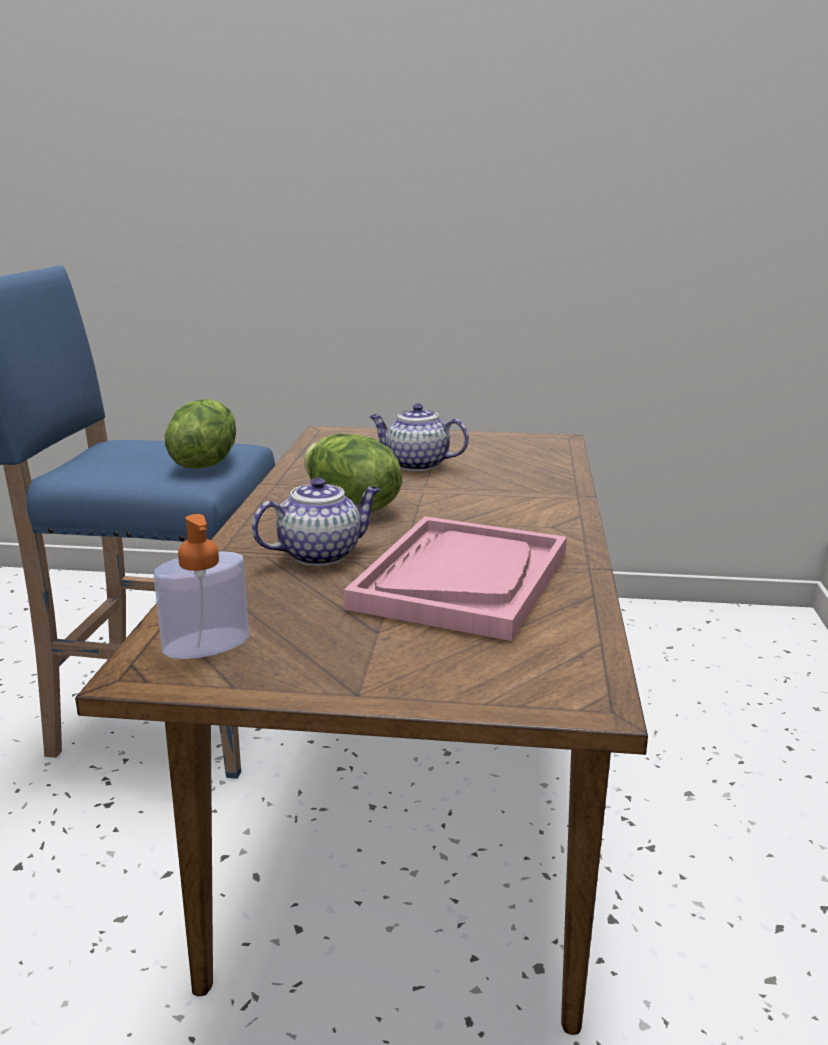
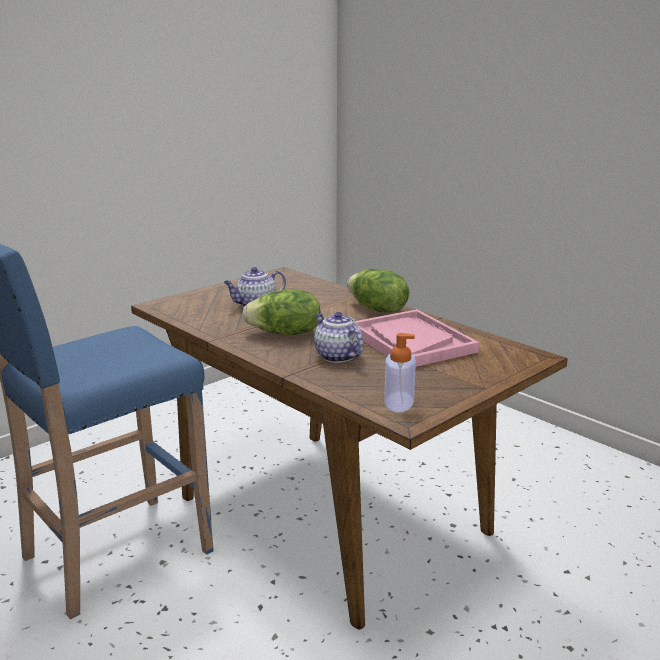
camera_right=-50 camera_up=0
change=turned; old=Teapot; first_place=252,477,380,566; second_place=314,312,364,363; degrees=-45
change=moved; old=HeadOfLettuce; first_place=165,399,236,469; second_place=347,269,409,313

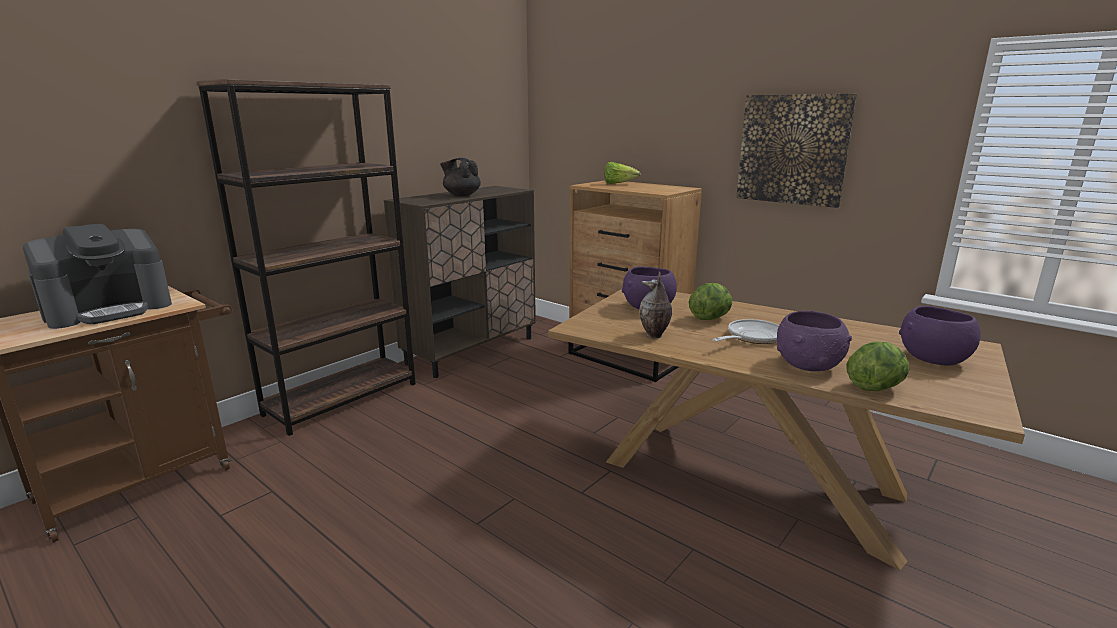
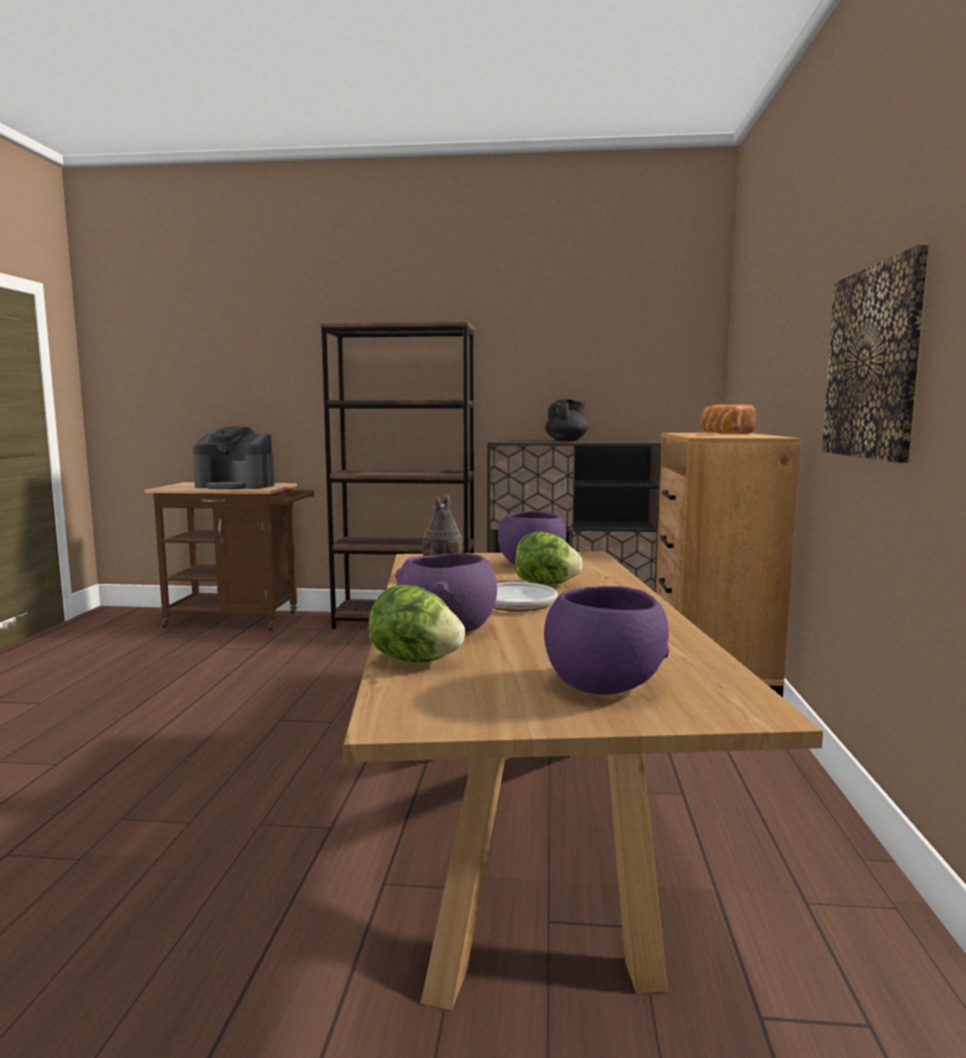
camera_right=55 camera_up=-10
change=turned; old=BlackTeapot; first_place=440,158,481,196; second_place=545,399,589,441; degrees=45
change=replaced; old=HeadOfLettuce; new=Bread; first_place=605,162,641,184; second_place=700,404,756,434

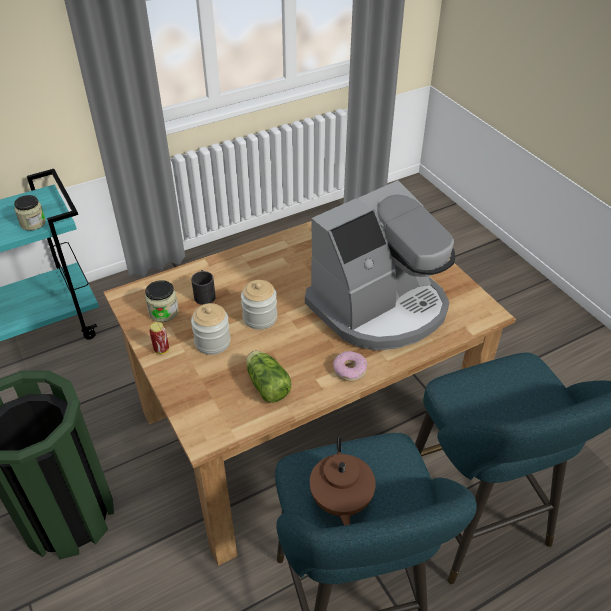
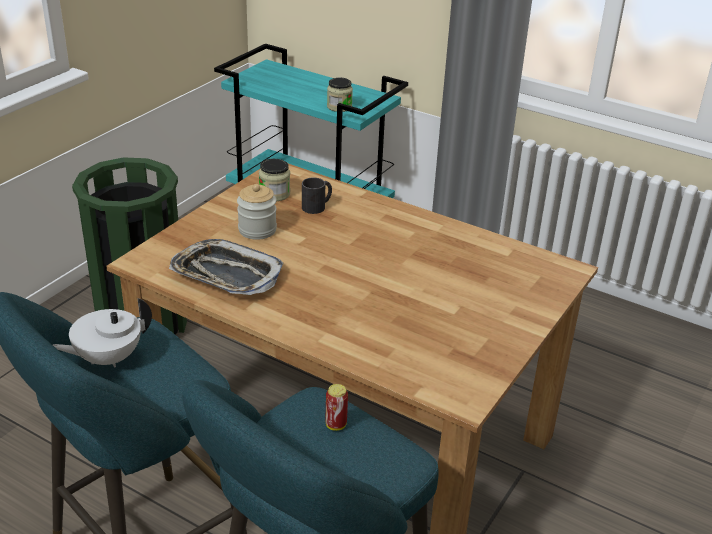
camera_right=60 camera_up=-10
change=recoloured; old=BrownColouredTeapot; new=WhiteTeapot; first_place=310,437,376,526; second_place=53,298,152,368
change=replaced; old=HeadOfLettuce; new=ServingTray; first_place=246,351,291,403; second_place=169,239,284,295
change=moved; old=MetalCan; first_place=149,322,169,354; second_place=326,384,348,431
change=removed; old=StorageJar; first_place=241,280,277,330
change=removed; old=CoffeeMaker; first_place=305,180,455,351
change=removed; old=Doughnut; first_place=333,351,367,382

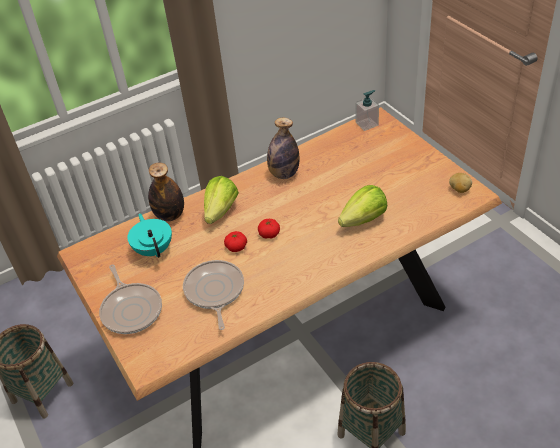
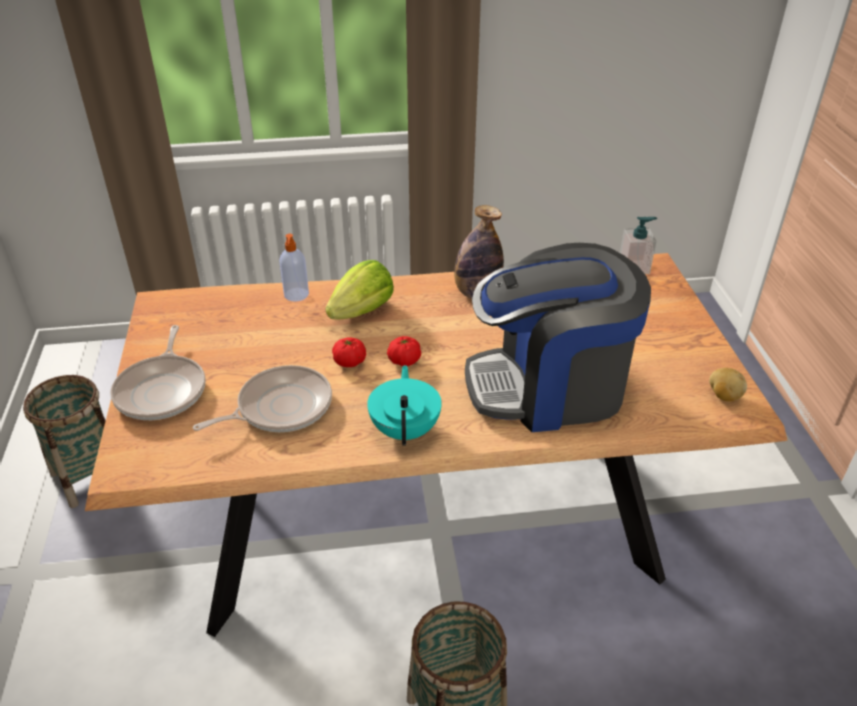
camera_right=20 camera_up=-5
change=turned; old=Pan; first_place=183,260,244,330; second_place=193,365,332,432; degrees=45
change=replaced; old=BeverageBottle; new=SoapDispenser; first_place=148,163,184,221; second_place=279,234,309,302
change=moved; old=TurquoiseTeapot; first_place=127,213,172,258; second_place=367,365,442,446
change=replaced; old=HeadOfLettuce; new=CoffeeMaker; first_place=338,185,387,227; second_place=465,243,651,432

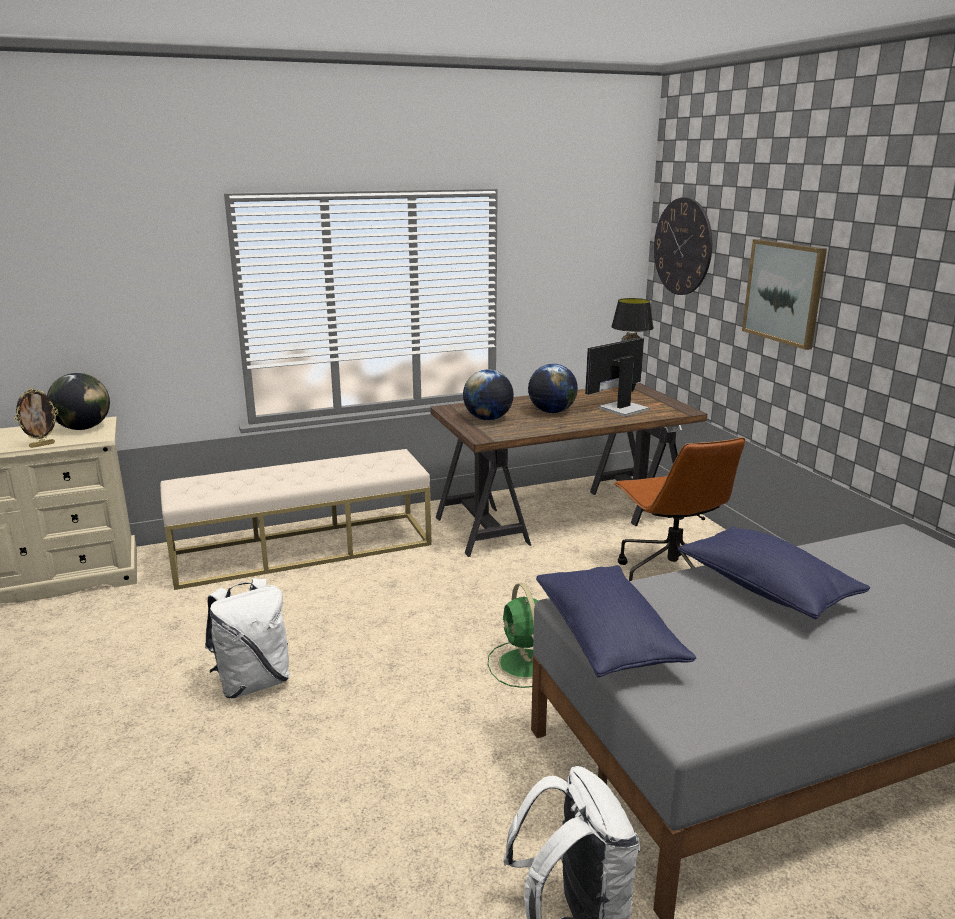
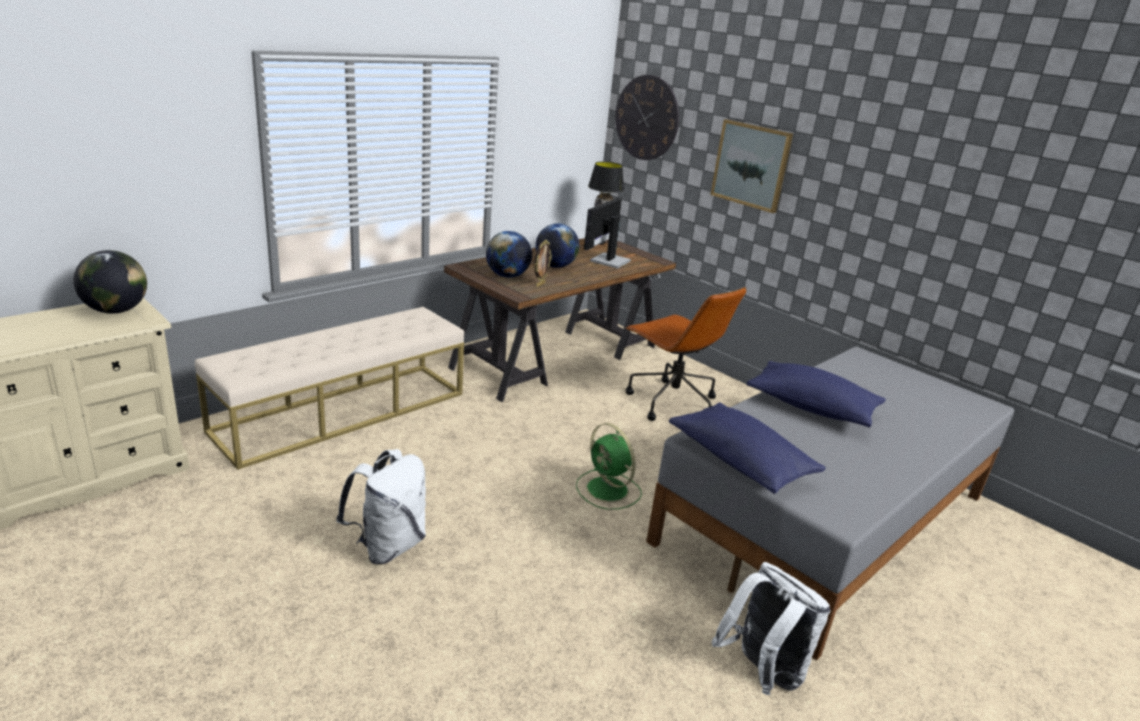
camera_right=-25 camera_up=5
change=moved; old=StandingFrame; first_place=14,388,58,448; second_place=534,240,552,287

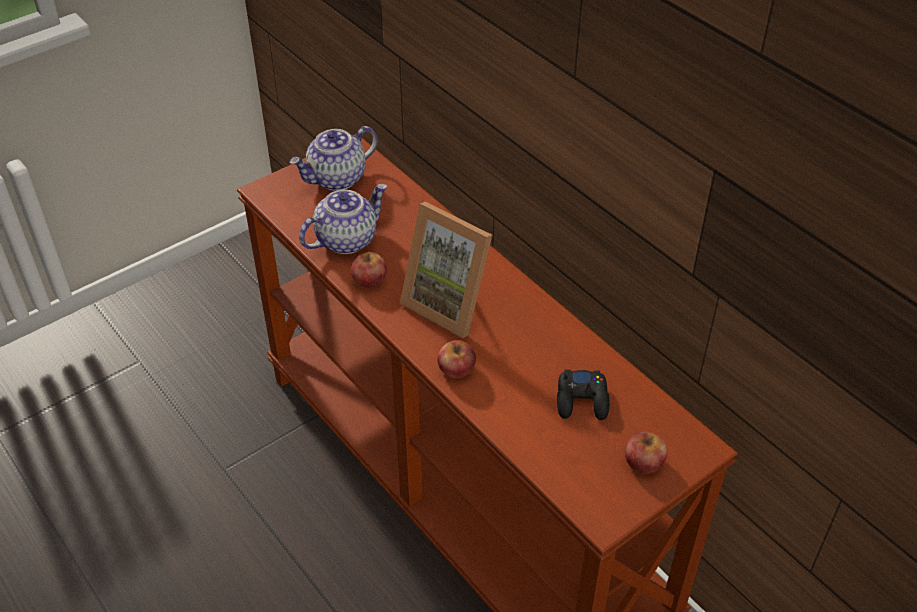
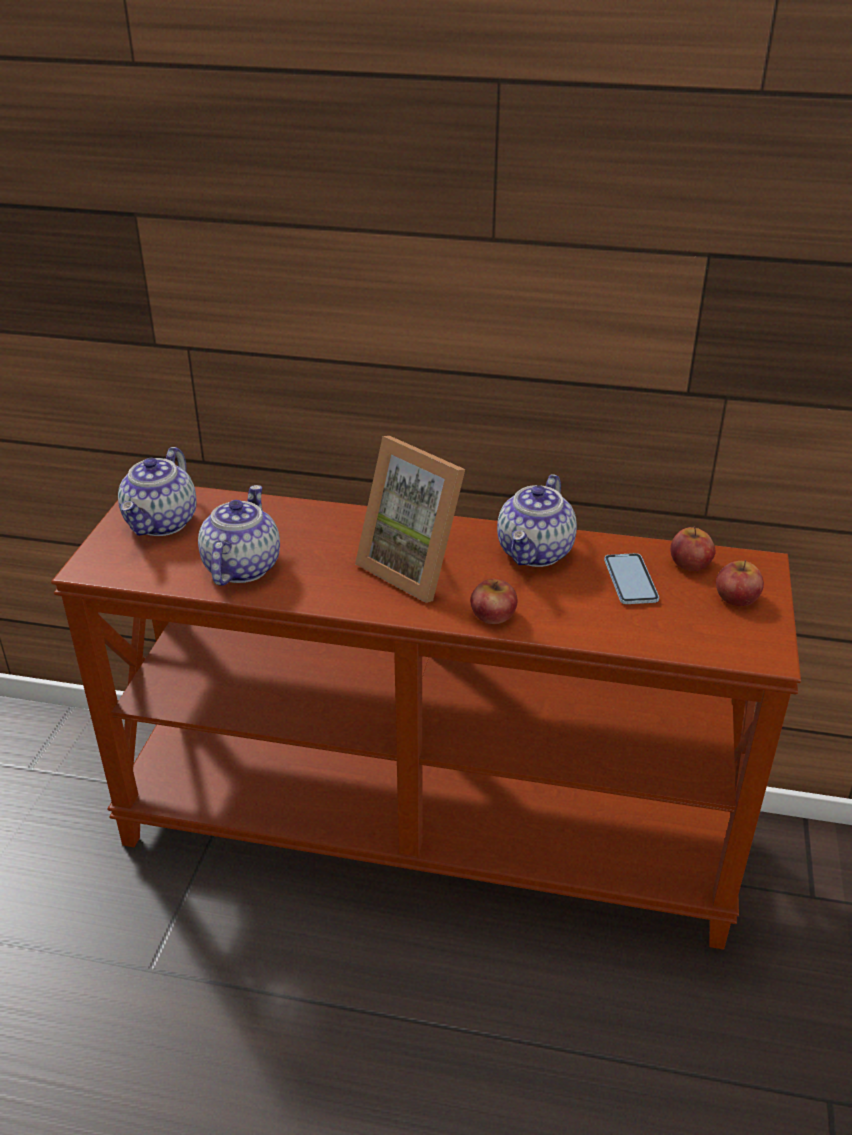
camera_right=-40 camera_up=-10
change=turned; old=StandingFrame; first_place=400,202,492,338; second_place=355,436,465,603; degrees=45
change=added; new=Teapot; second_place=497,474,577,567
change=replaced; old=BlackGameController; new=Handset; first_place=557,369,609,420; second_place=604,553,659,604
change=moved; old=WholeApple; first_place=351,252,387,288; second_place=670,526,716,571

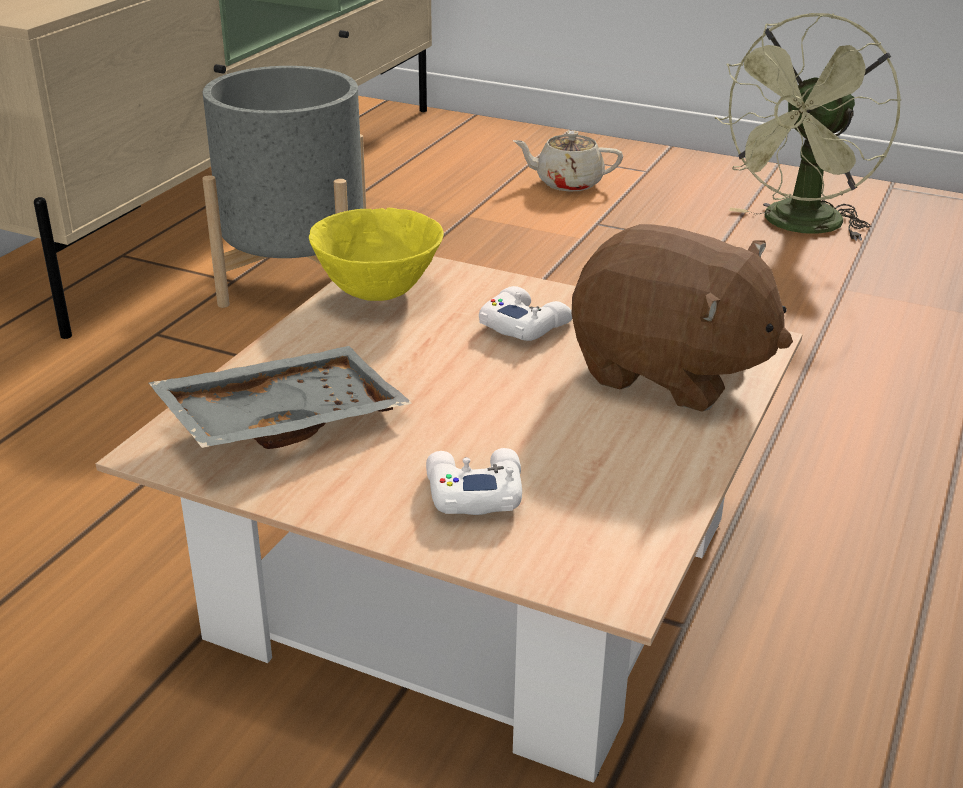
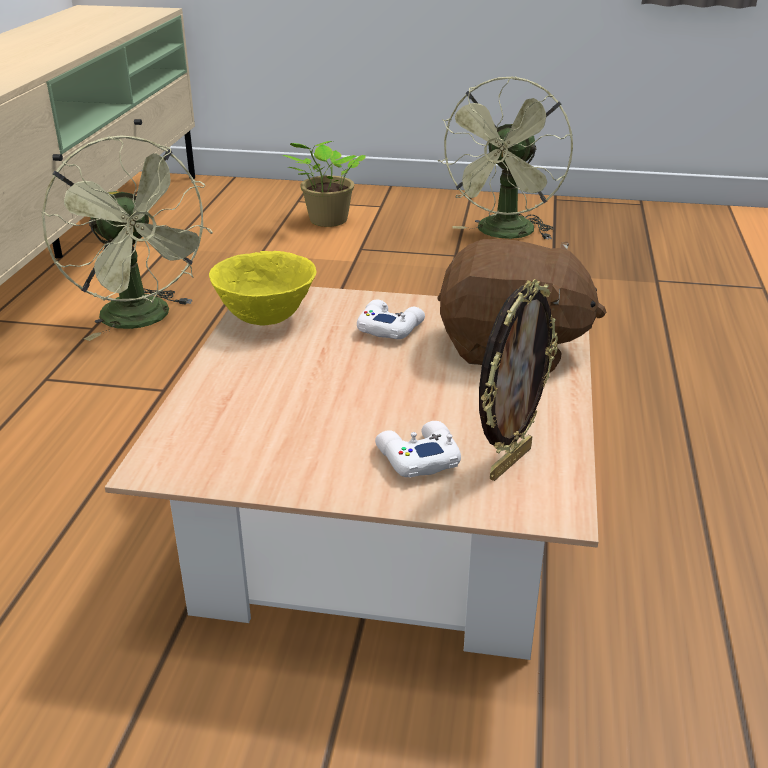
camera_right=-15 camera_up=0
change=replaced; old=GrayFlowerPot; new=GreenColouredCoolingFan; first_place=202,66,366,308; second_place=41,135,213,341
change=replaced; old=SandColouredTeapot; new=PlantInAPot; first_place=513,131,623,191; second_place=282,141,366,227
change=added; new=StandingFrame; second_place=479,279,558,481
change=removed; old=GrayServingTray; first_place=149,346,413,449

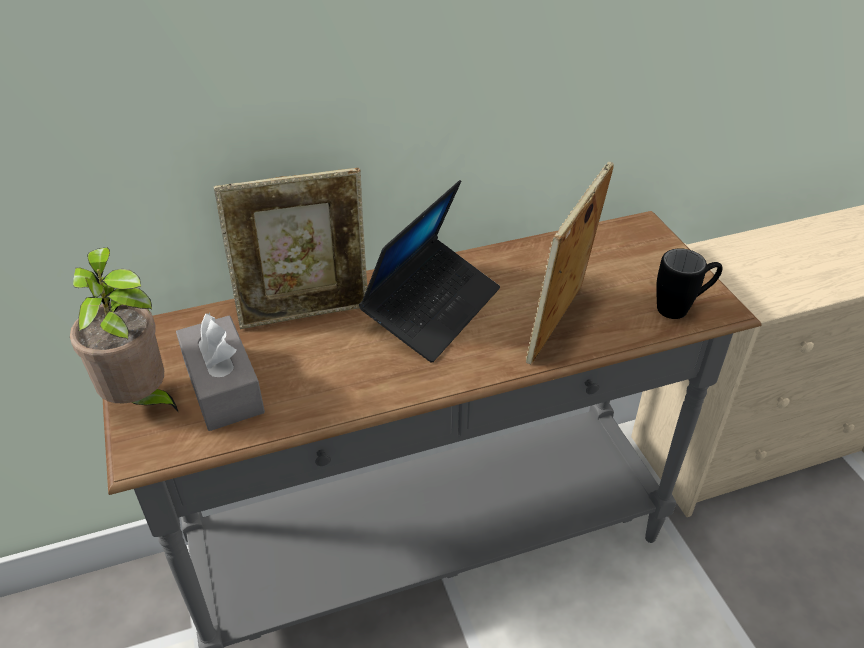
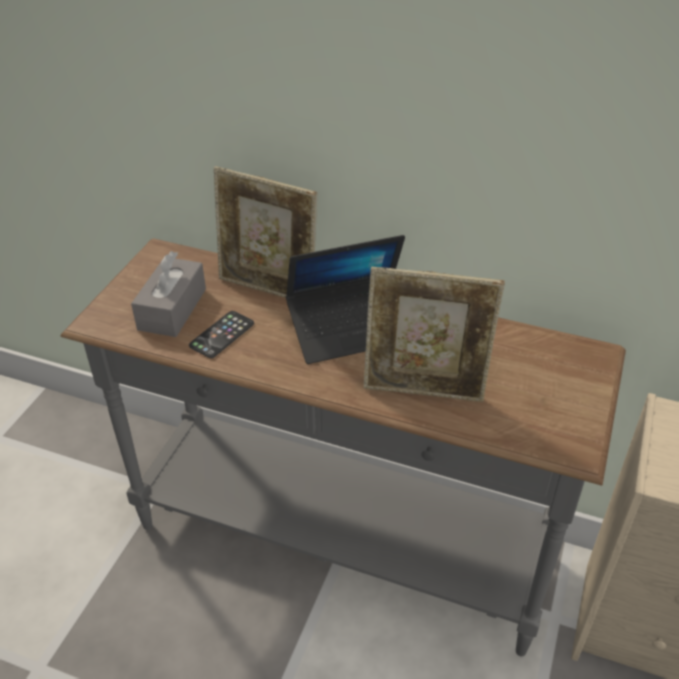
camera_right=40 camera_up=0
change=added; new=Handset; second_place=189,311,254,358
change=turned; old=StandingFrame; first_place=526,162,614,364; second_place=364,266,505,402; degrees=-150
change=removed; old=PlantInAPot; first_place=70,247,179,413
change=removed; old=BlackMug; first_place=656,248,723,319

